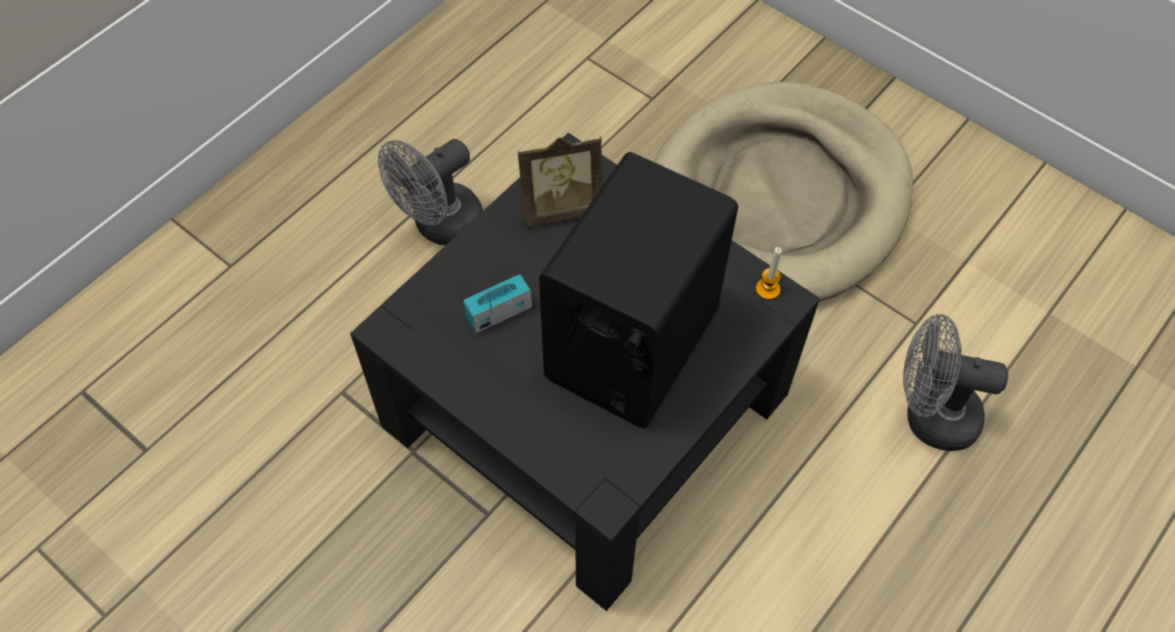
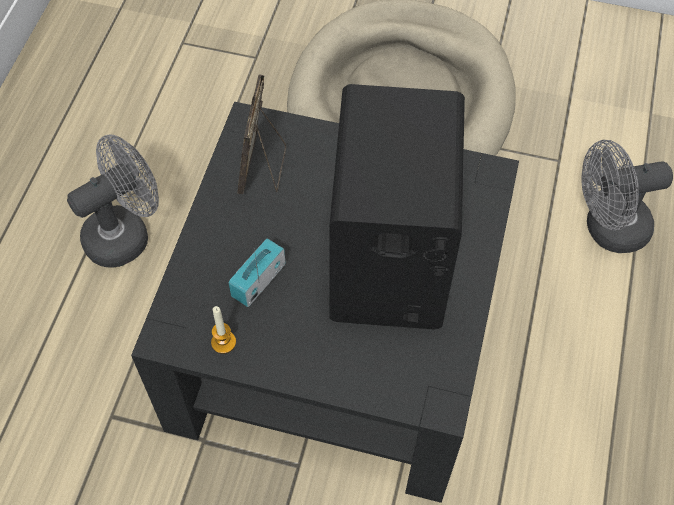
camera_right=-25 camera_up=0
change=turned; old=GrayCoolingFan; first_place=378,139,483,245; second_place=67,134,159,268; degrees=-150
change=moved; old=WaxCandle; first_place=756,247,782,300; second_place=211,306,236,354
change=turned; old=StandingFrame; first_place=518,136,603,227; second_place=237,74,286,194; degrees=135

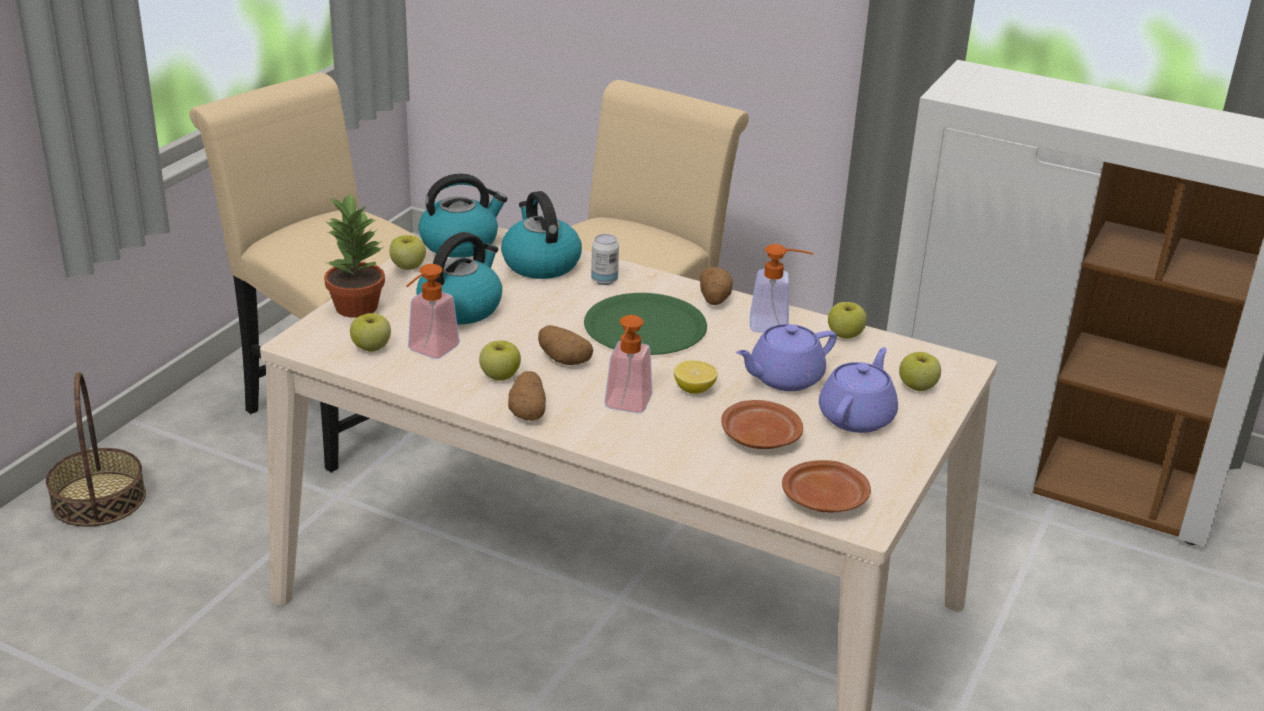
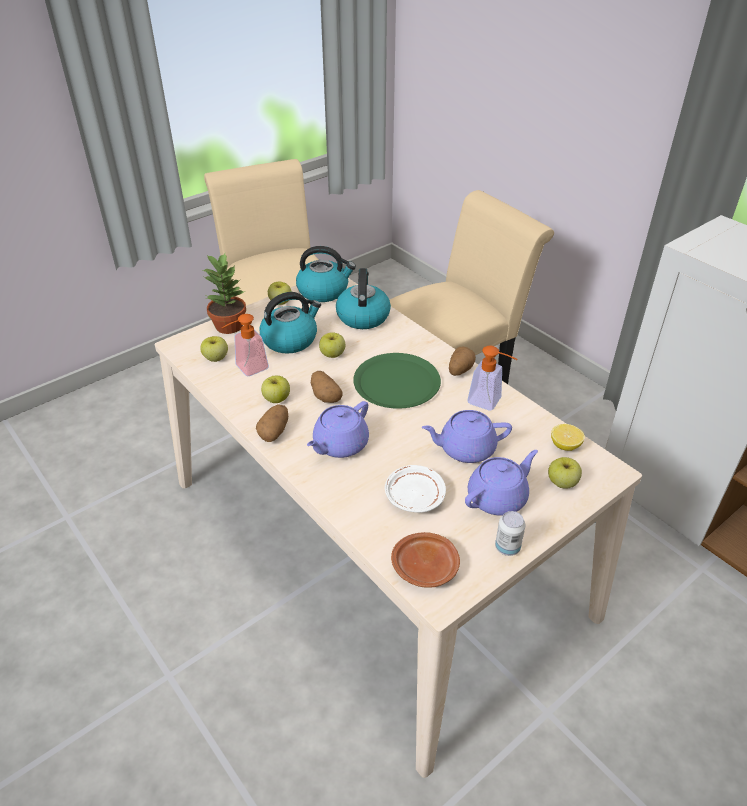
camera_right=25 camera_up=10
change=replaced; old=SoapDispenser; new=PurplishTeapot; first_place=604,315,653,413; second_place=307,401,369,458
change=moved; old=WholeApple; first_place=828,302,867,339; second_place=319,332,345,358
change=recoloured; old=BrownColouredFlatDish; new=WhiteFlatDish; first_place=721,400,803,449; second_place=385,465,446,513
change=moved; old=MetalCan; first_place=591,234,619,285; second_place=495,511,526,556
change=moved; old=Lemon; first_place=674,360,718,394; second_place=551,424,585,451
change=removed; old=Basket; first_place=46,372,146,527

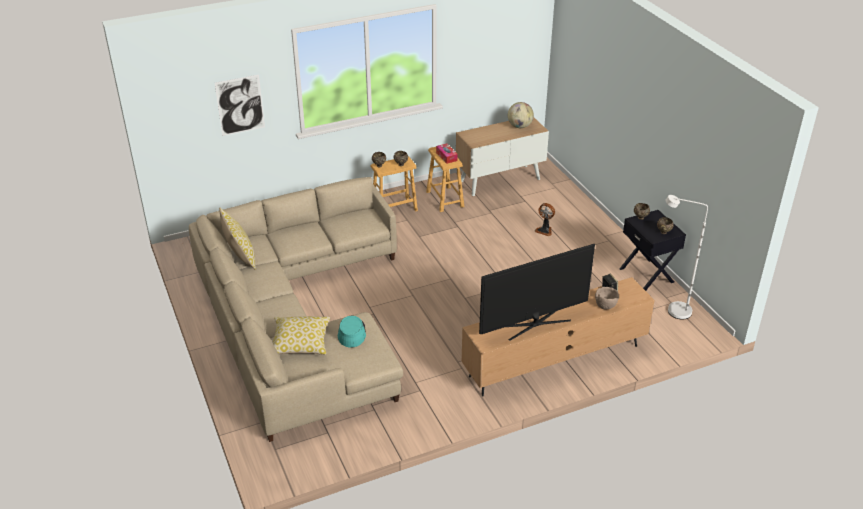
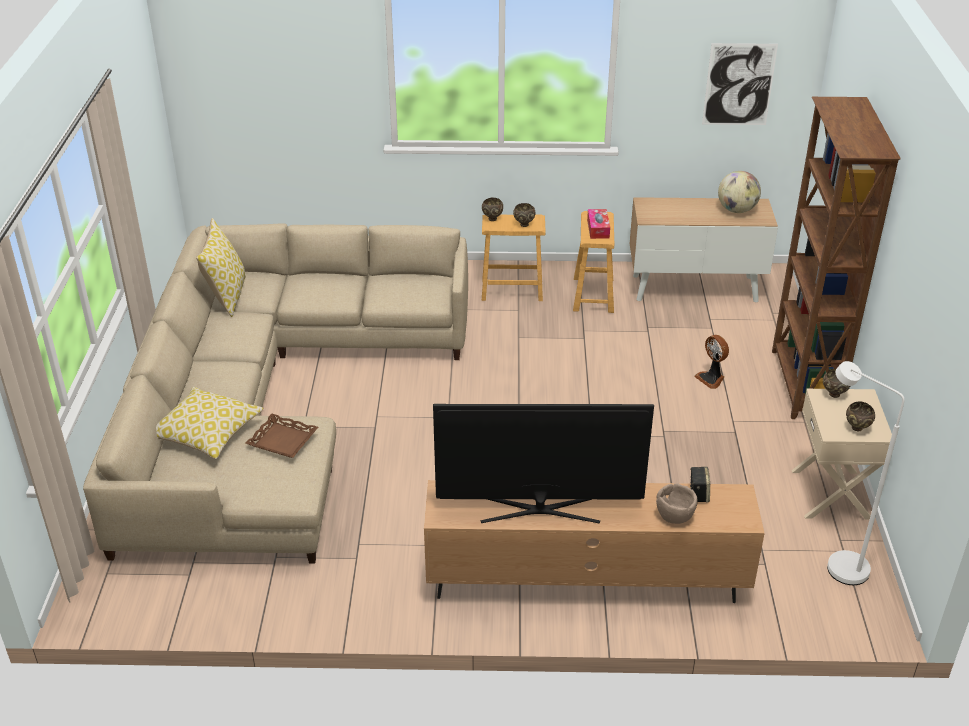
camera_right=25 camera_up=0
change=replaced; old=TurquoiseWearableHat; new=BrownColouredServingTray; first_place=338,316,366,348; second_place=246,414,318,458
change=moved; old=Picture; first_place=215,75,265,136; second_place=702,43,778,125
change=added; new=BrownColouredShelvingUnit; second_place=772,97,901,419
change=recoloured; old=BlackBedsideTable; new=SandColouredBedsideTable; first_place=620,210,686,291; second_place=792,389,892,519

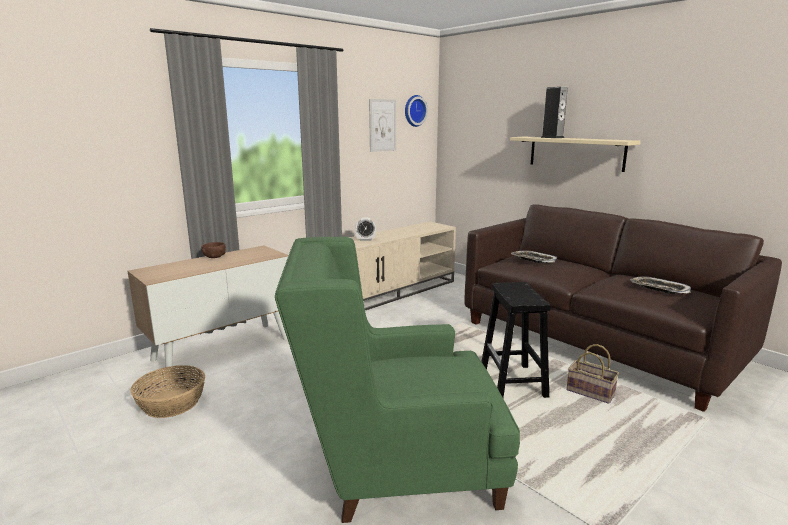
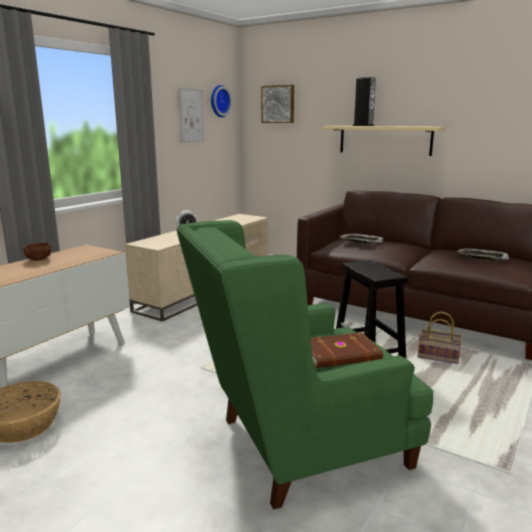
camera_right=-15 camera_up=0
change=added; new=Picture; second_place=261,85,294,123
change=added; new=BrownColouredBook; second_place=311,332,383,368

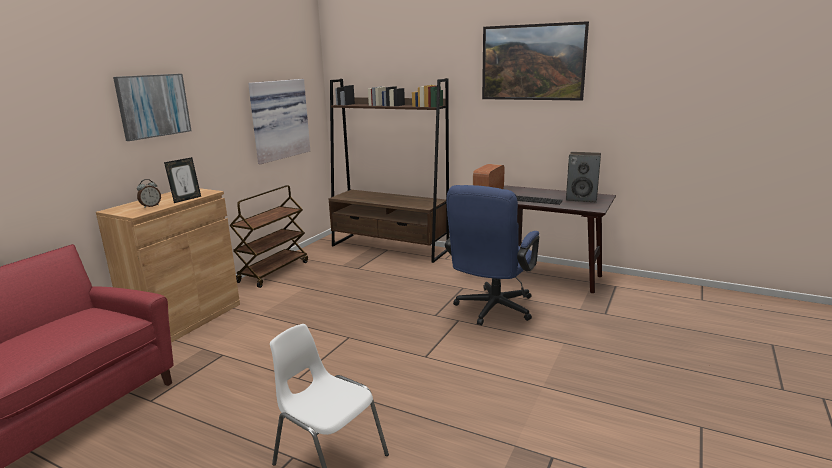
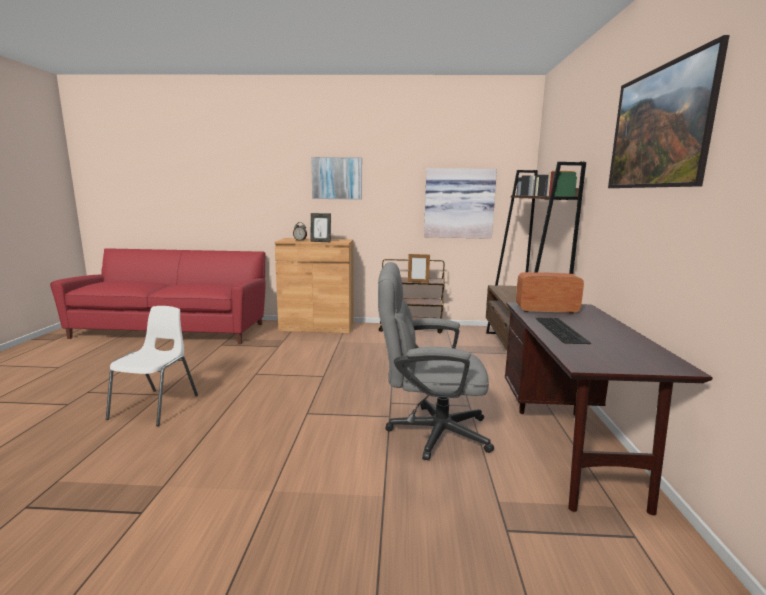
camera_right=65 camera_up=-5
change=recoloured; old=BluishComputerChair; new=GrayComputerChair; first_place=445,185,539,325; second_place=378,262,494,461
change=added; new=StandingFrame; second_place=408,254,430,283
change=removed; old=AudioSpeaker; first_place=566,152,601,202

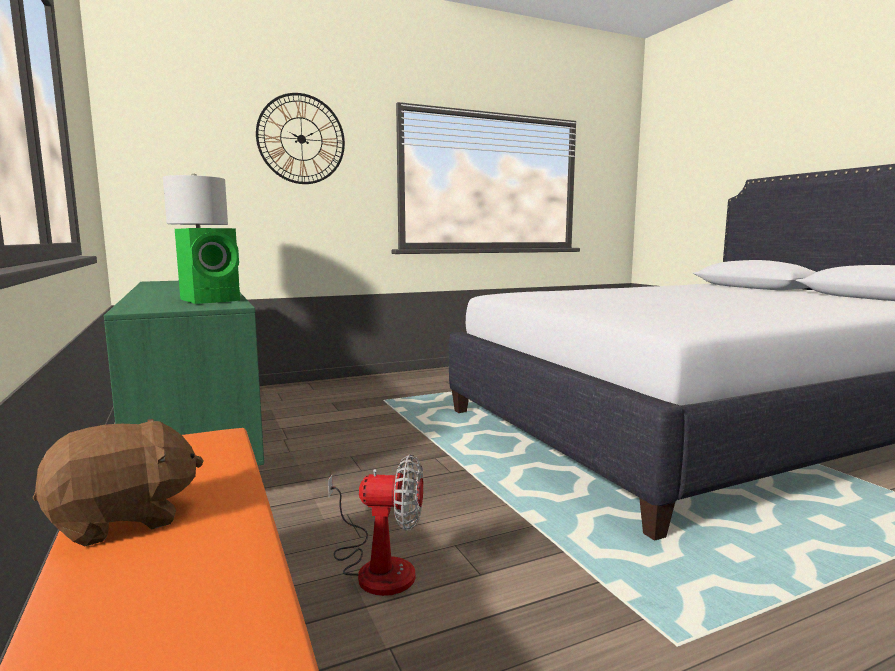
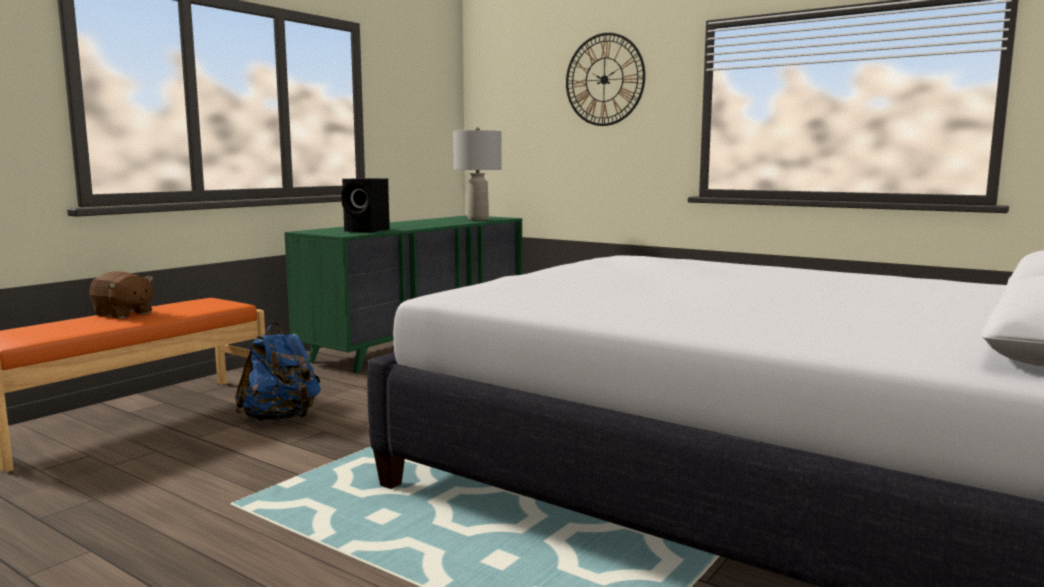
camera_right=60 camera_up=0
change=replaced; old=CoolingFan; new=BluishBackpack; first_place=328,455,423,596; second_place=235,322,321,421
change=recoloured; old=GreenColouredAudioSpeaker; new=BlackAudioSpeaker; first_place=175,228,240,304; second_place=341,178,390,232

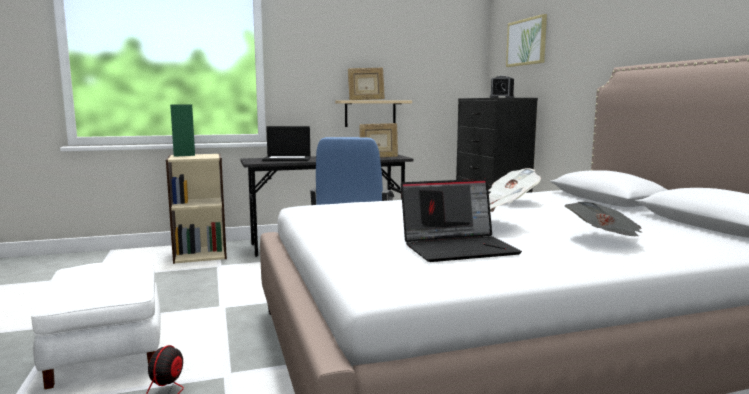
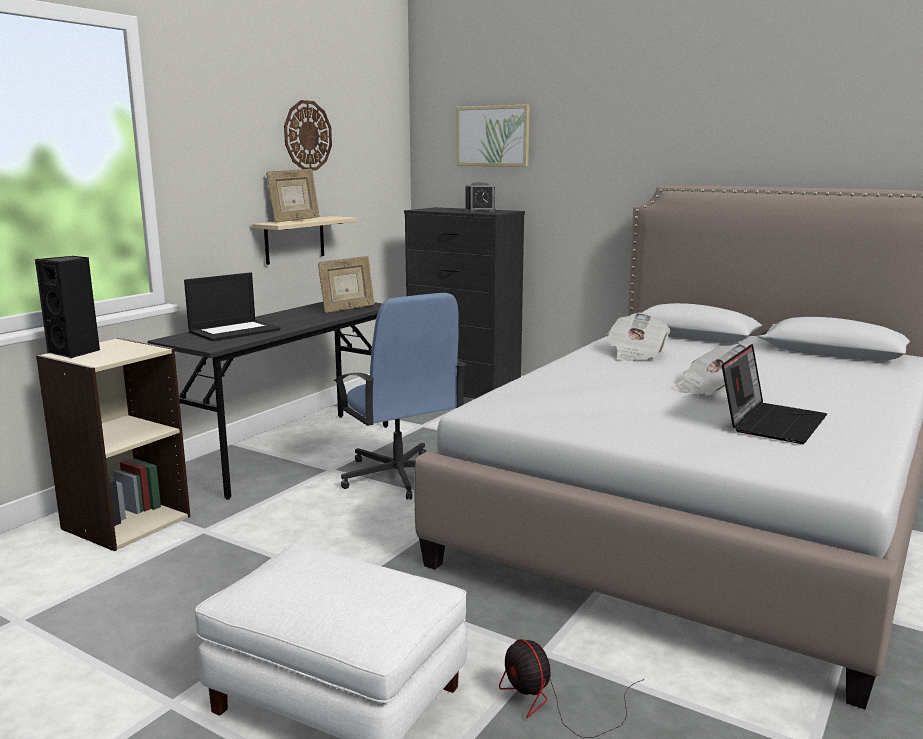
camera_right=-40 camera_up=5
change=recoloured; old=GreenColouredAudioSpeaker; new=BlackAudioSpeaker; first_place=170,105,195,157; second_place=35,256,100,358
change=added; new=ClockOnTheWall; second_place=284,100,332,170
change=removed; old=Newspaper; first_place=565,202,643,236

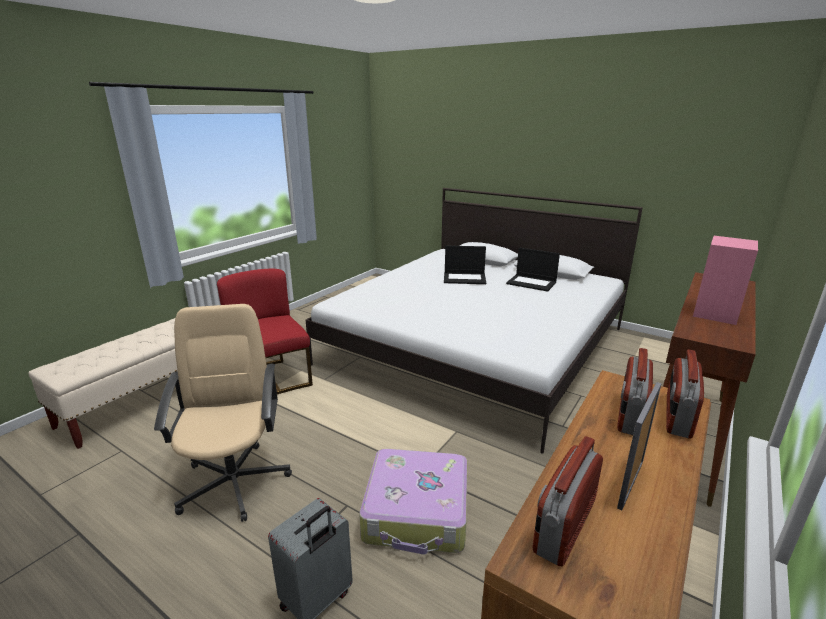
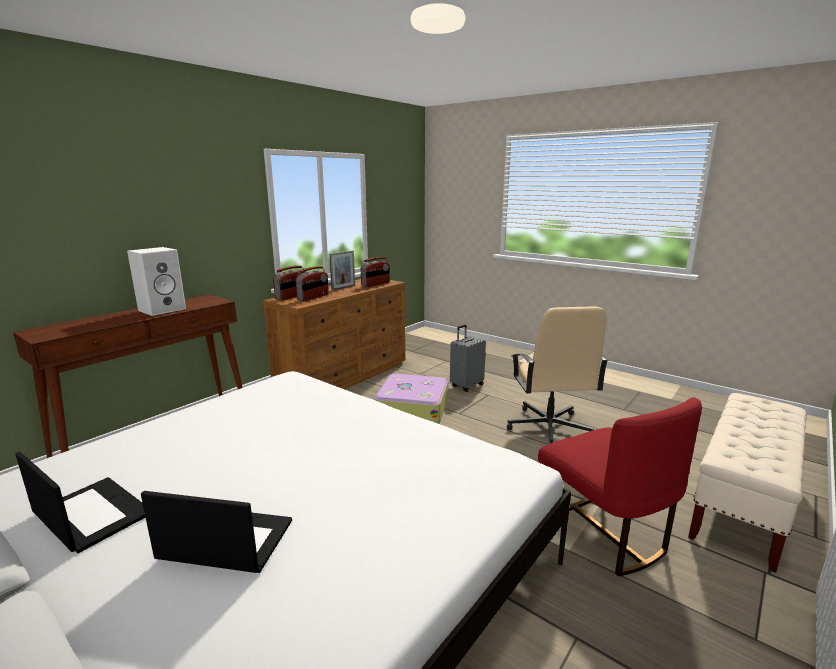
camera_right=-175 camera_up=-5
change=recoloured; old=PinkishAudioSpeaker; new=WhiteAudioSpeaker; first_place=693,236,758,325; second_place=127,247,186,316

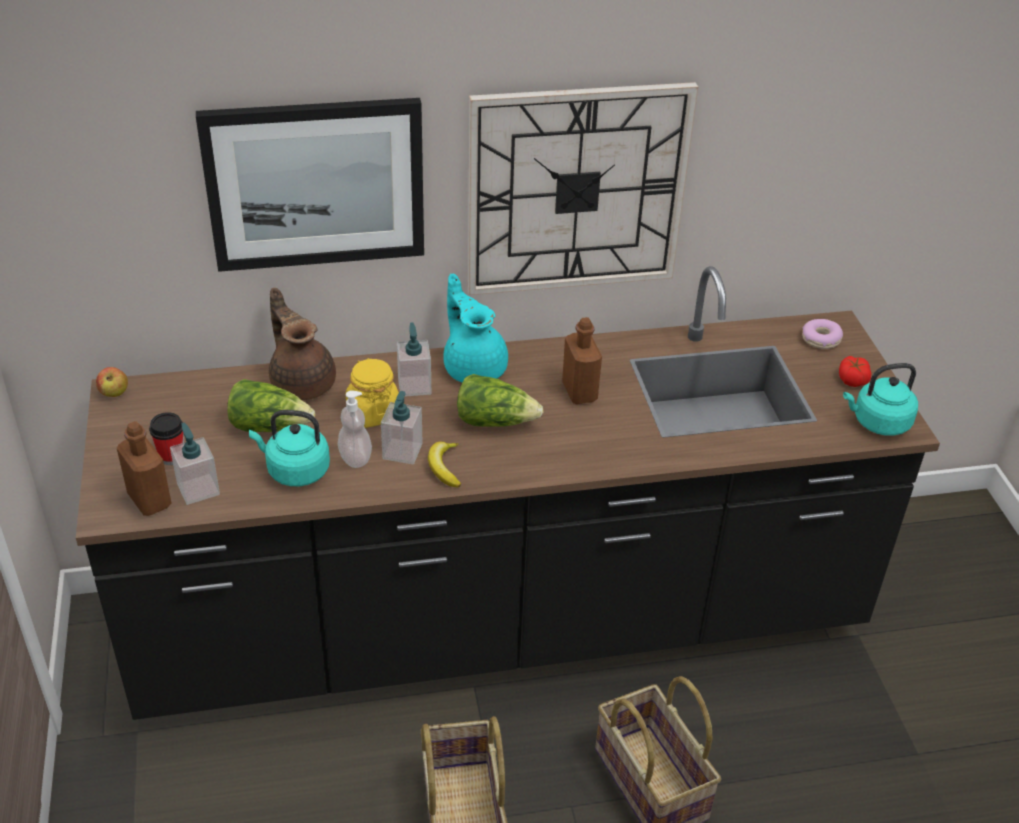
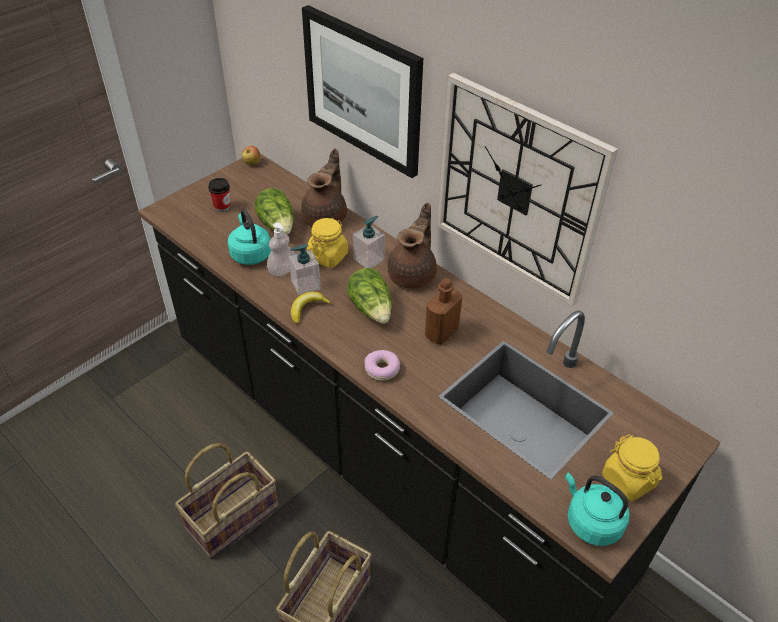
camera_right=55 camera_up=5
change=moved; old=Doughnut; first_place=802,319,843,349; second_place=365,350,400,381
change=recoloured; old=TurquoiseTeapot; new=BrownColouredTeapot; first_place=443,274,508,382; second_place=387,202,437,288
change=replaced; old=Tomato; new=YellowishStorageJar; first_place=839,356,871,387; second_place=602,434,662,501
change=removed; old=BrownColouredBeverageBottle; first_place=117,421,171,516
change=removed; old=SoapDispenser; first_place=170,423,220,505

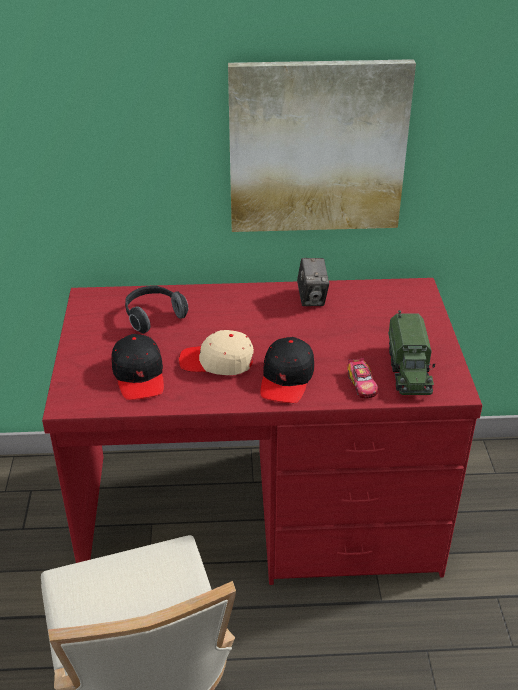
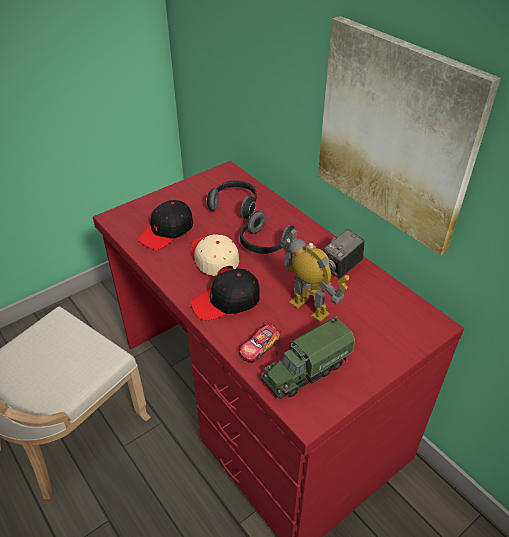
camera_right=55 camera_up=5
change=added; new=Headphones; second_place=240,211,297,254
change=added; new=RobotFigure; second_place=281,228,349,322

